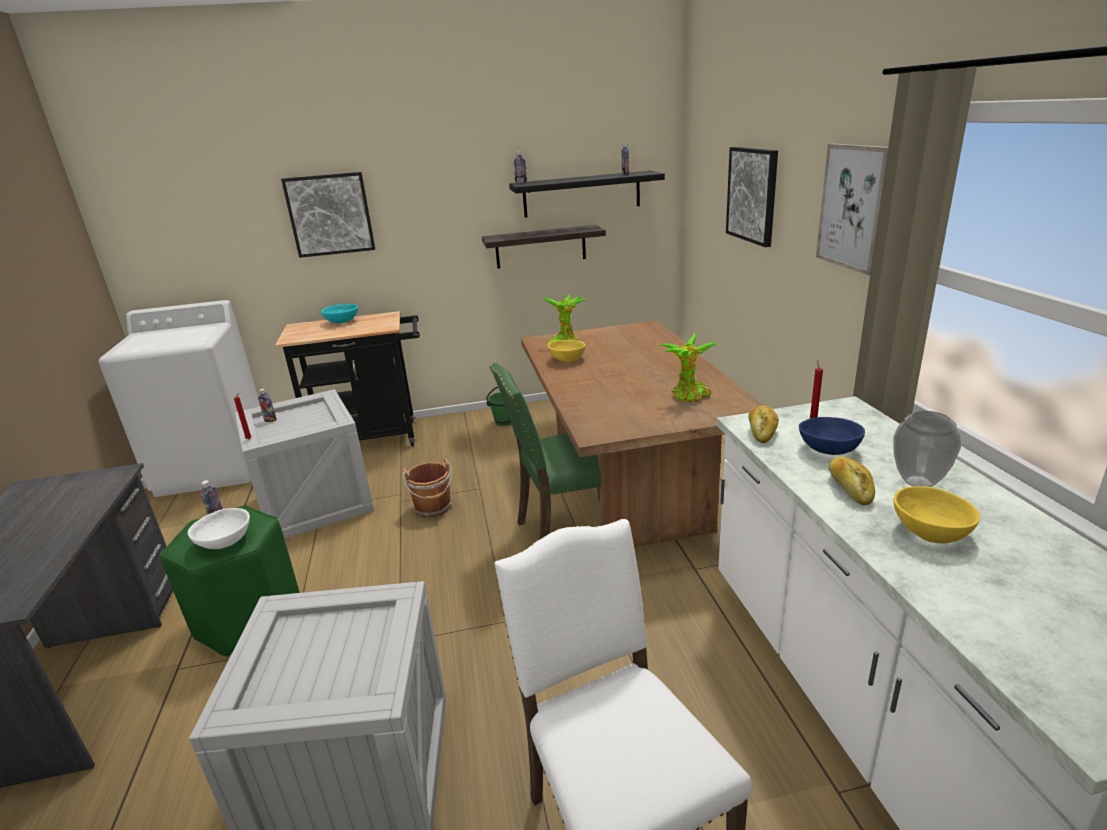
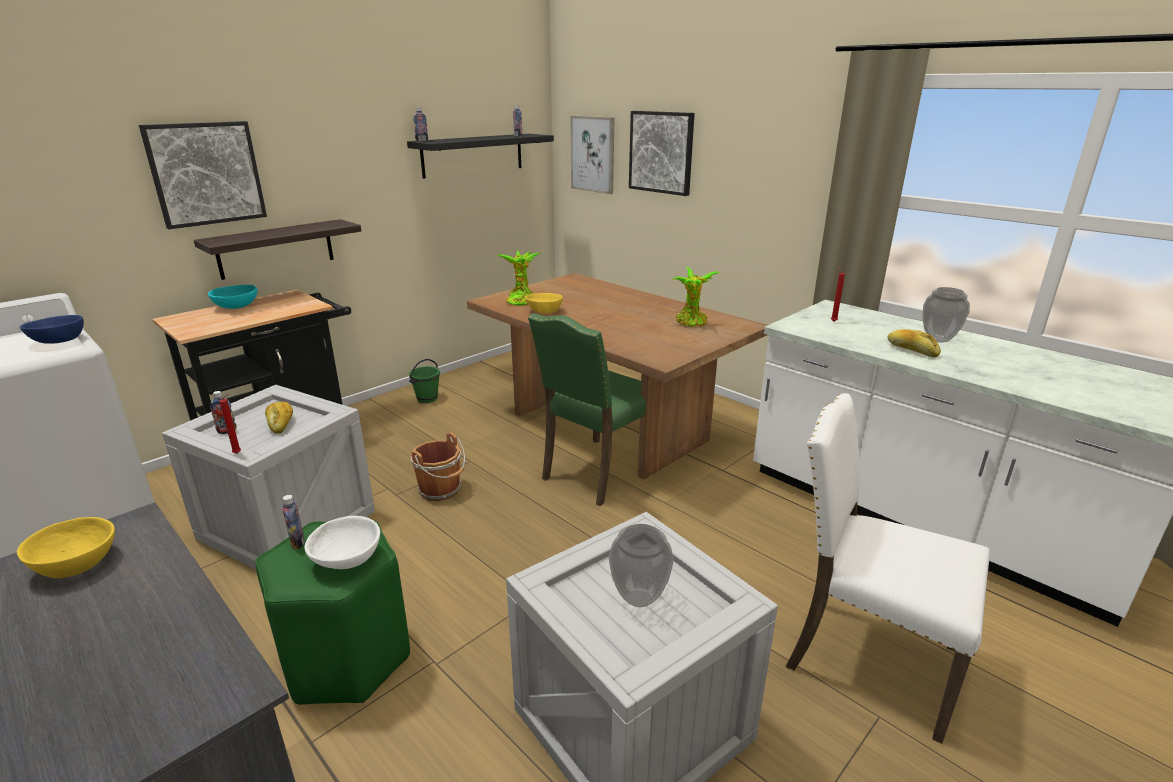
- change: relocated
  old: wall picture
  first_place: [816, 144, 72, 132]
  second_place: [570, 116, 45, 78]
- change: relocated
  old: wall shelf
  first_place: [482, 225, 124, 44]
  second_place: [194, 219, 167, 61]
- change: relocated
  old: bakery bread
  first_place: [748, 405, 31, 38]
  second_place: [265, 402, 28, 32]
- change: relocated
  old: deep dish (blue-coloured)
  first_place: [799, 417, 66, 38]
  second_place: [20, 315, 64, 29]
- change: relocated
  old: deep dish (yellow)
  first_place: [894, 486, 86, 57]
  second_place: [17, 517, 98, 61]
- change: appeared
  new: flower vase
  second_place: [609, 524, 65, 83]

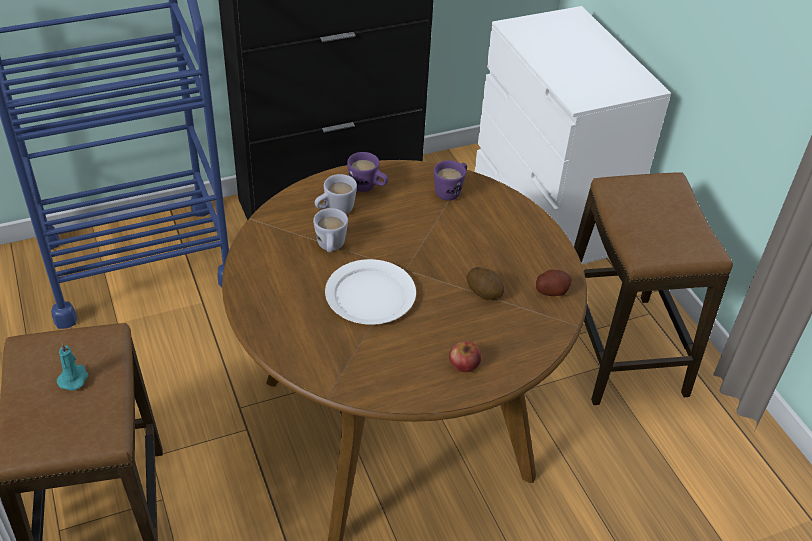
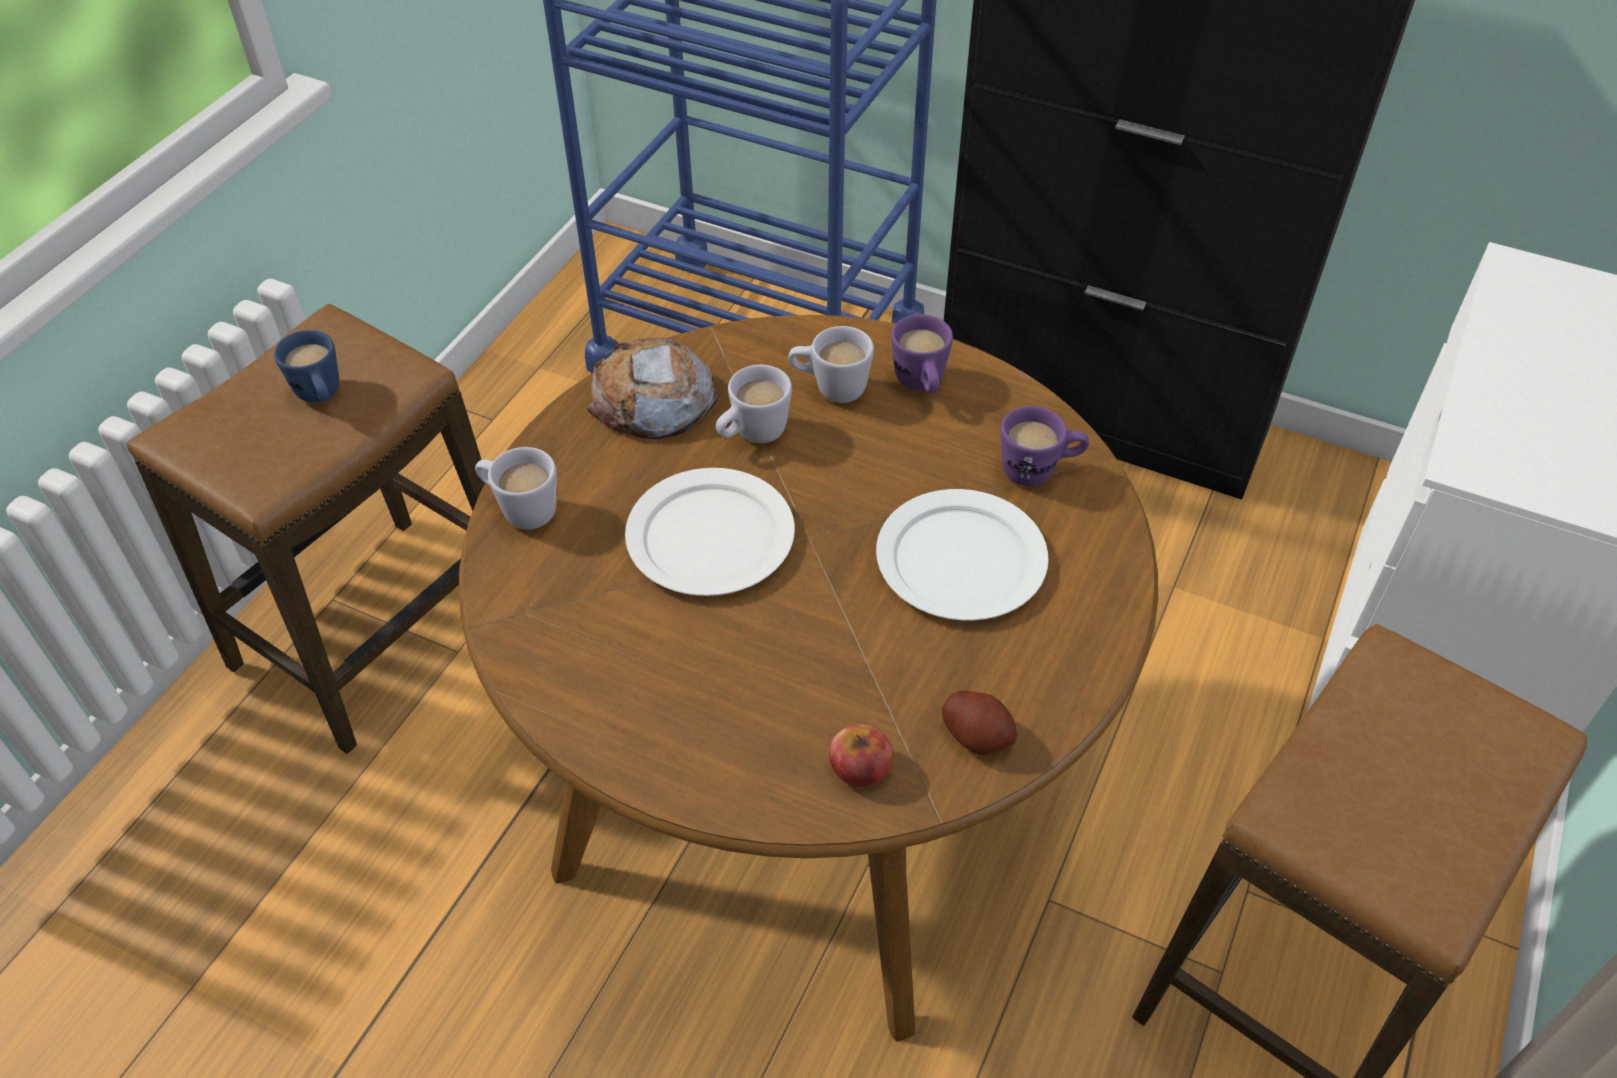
- change: missing
  old: whole potato
  first_place: [466, 267, 38, 33]
- change: relocated
  old: apple
  first_place: [449, 341, 32, 32]
  second_place: [829, 724, 65, 63]
- change: exchanged
  old: wax light (turquoise-coloured)
  new: coffee mug (blue-coloured)
  first_place: [57, 342, 31, 49]
  second_place: [274, 330, 65, 72]
- change: appeared
  new: bakery bread
  second_place: [587, 338, 131, 101]
- change: appeared
  new: coffee mug (white)
  second_place: [475, 447, 82, 83]
- change: appeared
  new: plate (white)
  second_place: [876, 489, 173, 131]

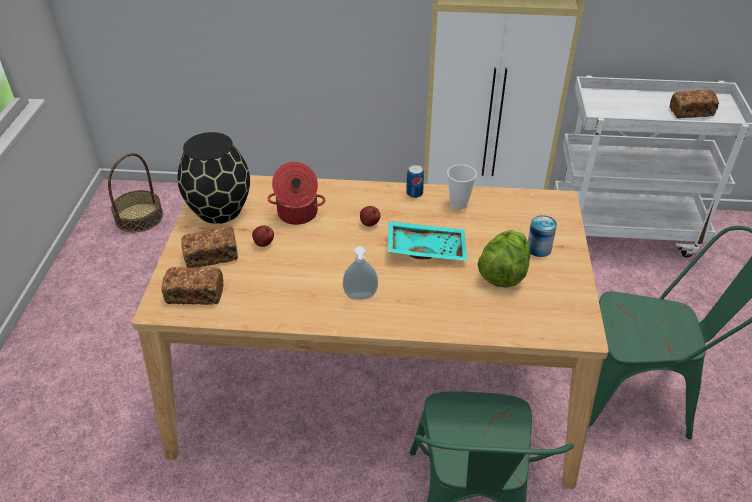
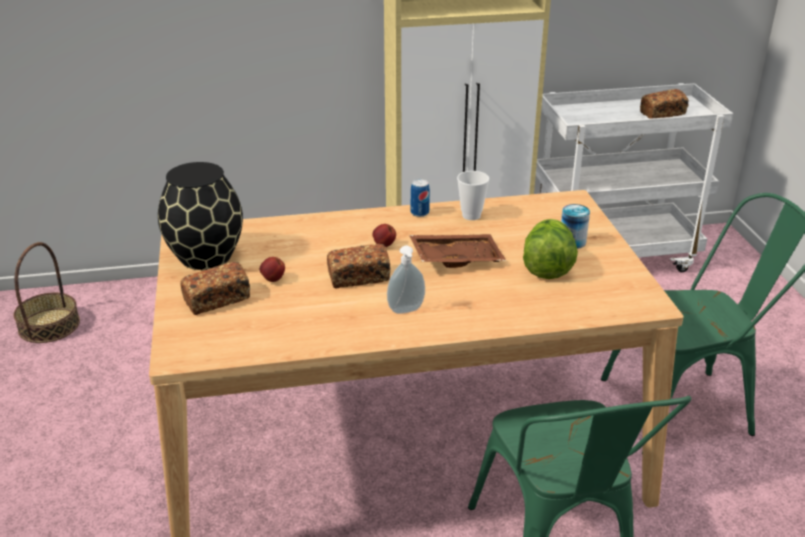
- change: missing
  old: cooking pot
  first_place: [267, 162, 59, 63]
- change: colour
  old: carrying tray (turquoise-coloured)
  new: carrying tray (brownish)
  first_place: [388, 221, 79, 40]
  second_place: [409, 234, 97, 34]
- change: relocated
  old: bakery bread
  first_place: [161, 267, 63, 38]
  second_place: [327, 244, 63, 45]

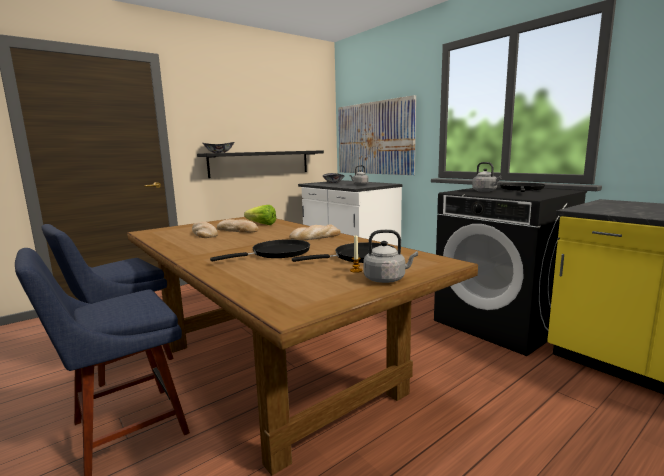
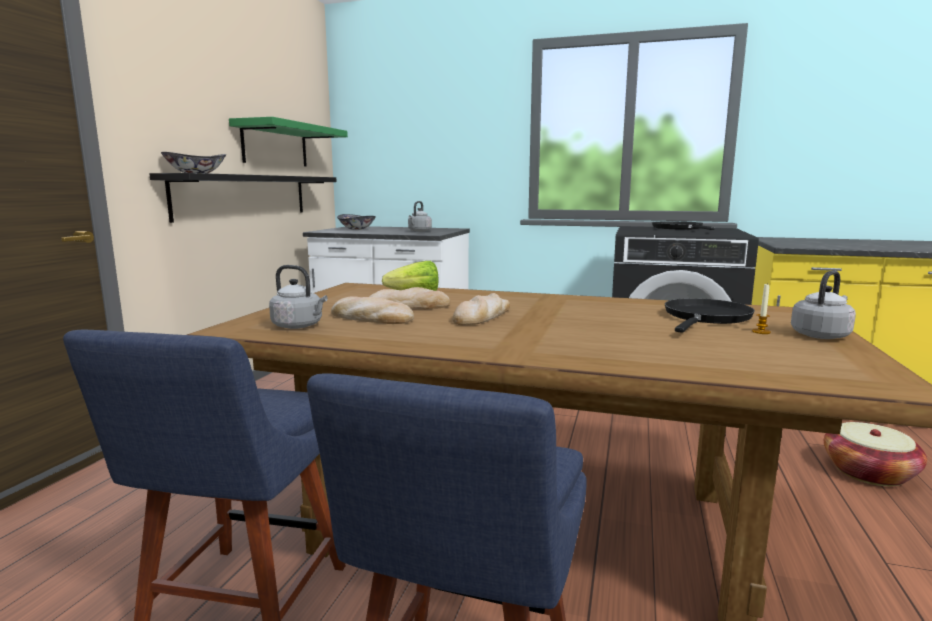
- change: missing
  old: wall picture
  first_place: [338, 95, 78, 80]
- change: relocated
  old: tea kettle (greyish)
  first_place: [472, 162, 30, 30]
  second_place: [269, 265, 59, 64]
- change: relocated
  old: bakery bread
  first_place: [289, 224, 52, 17]
  second_place: [452, 293, 58, 33]
- change: missing
  old: skillet (blackish)
  first_place: [210, 239, 100, 23]
- change: appeared
  new: wall shelf (green-coloured)
  second_place: [229, 117, 119, 49]
- change: appeared
  new: household basket
  second_place: [824, 422, 103, 64]

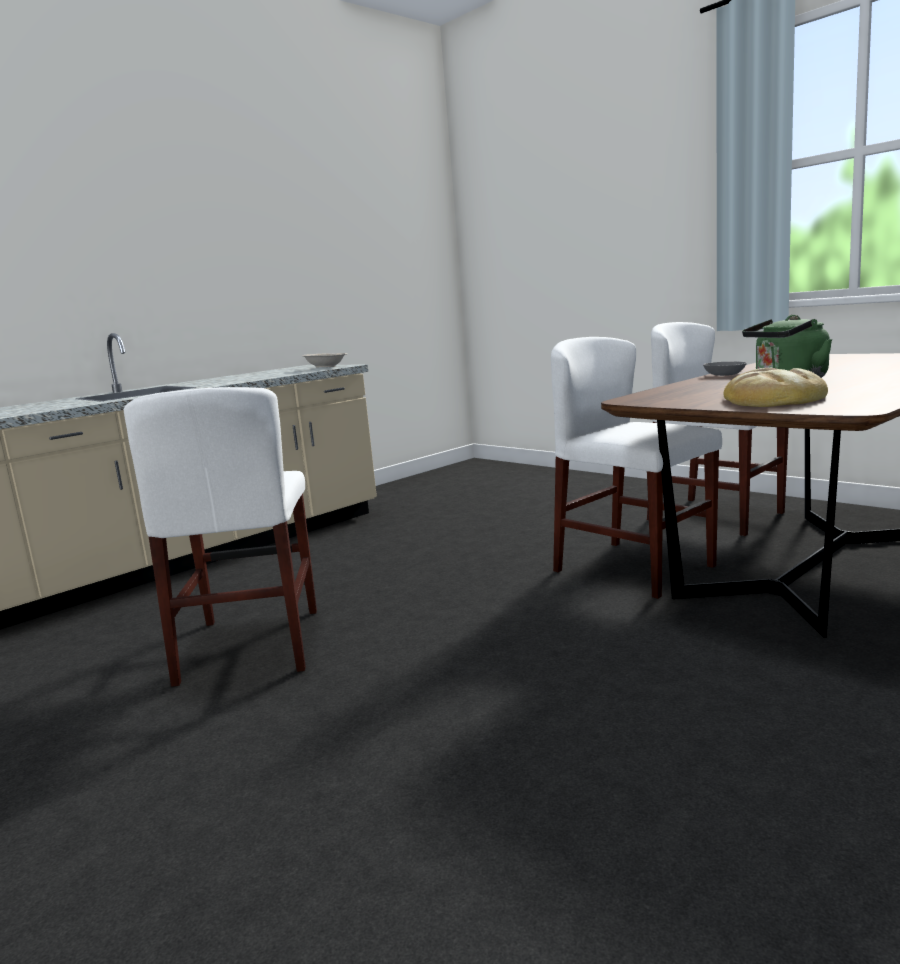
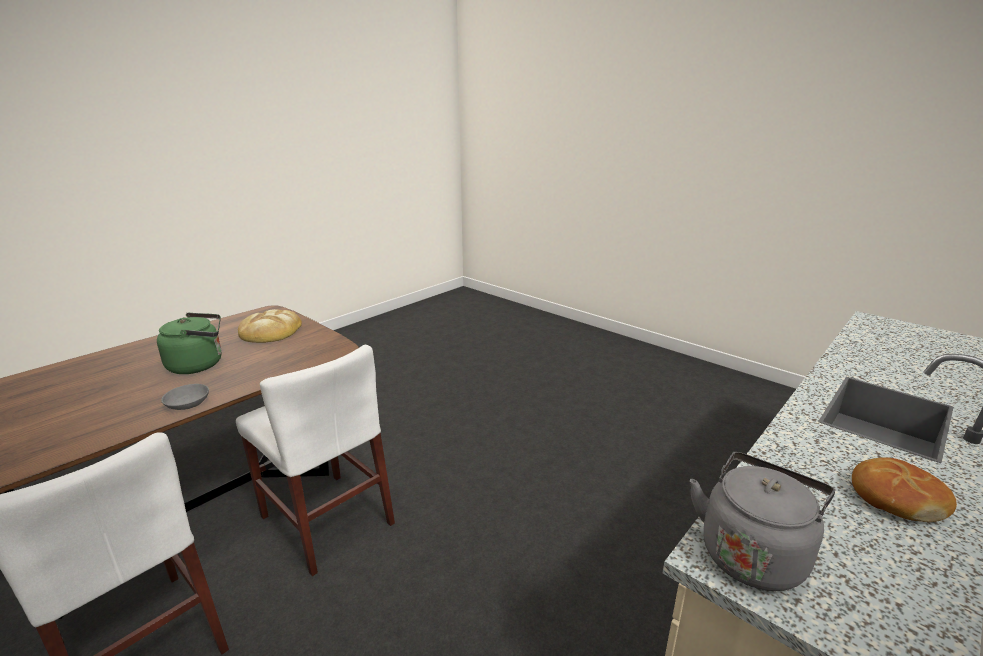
- change: exchanged
  old: deep dish (beige)
  new: tea kettle (greyish)
  first_place: [302, 353, 45, 14]
  second_place: [690, 452, 145, 139]
- change: missing
  old: upright chair (white)
  first_place: [124, 387, 193, 300]
- change: appeared
  new: bakery bread
  second_place: [852, 457, 105, 65]

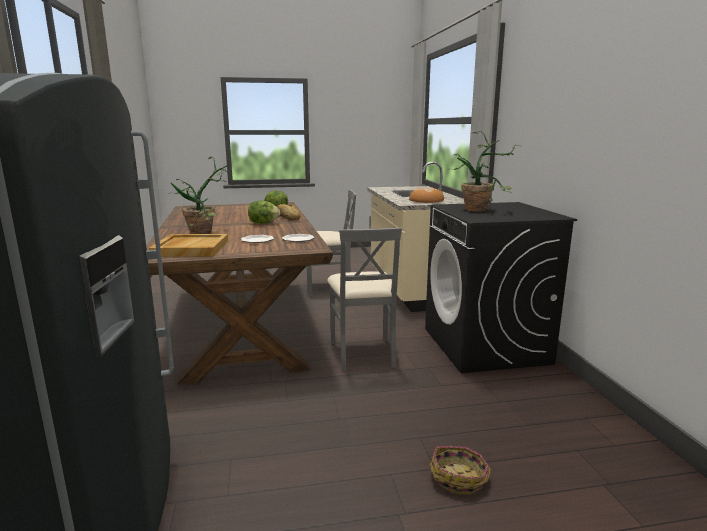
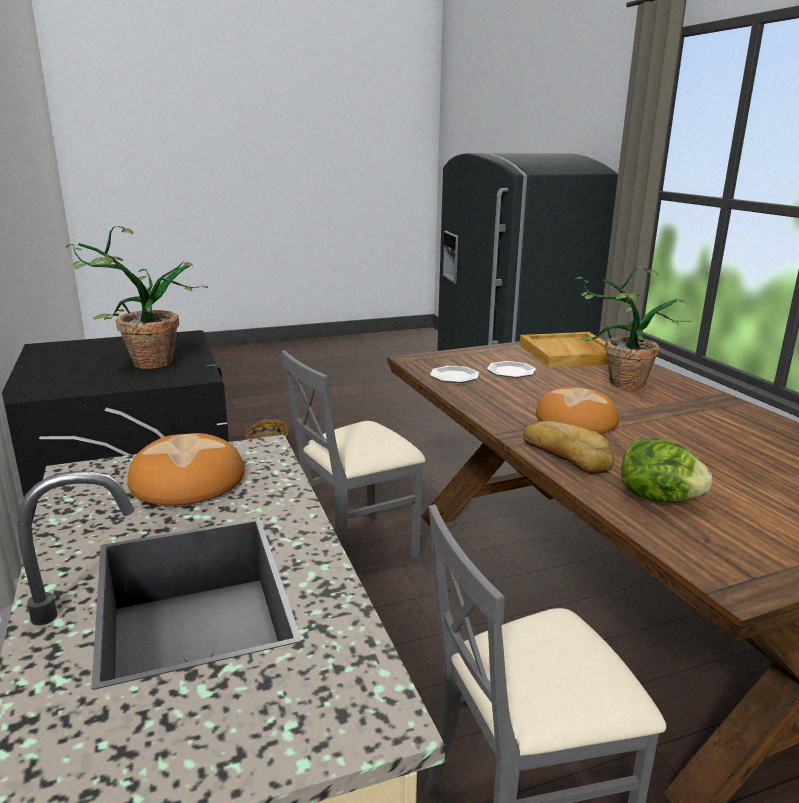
- change: exchanged
  old: head of lettuce
  new: bakery bread
  first_place: [248, 201, 32, 23]
  second_place: [536, 387, 83, 47]
- change: spun
  old: upright chair (greyish)
  first_place: [327, 228, 75, 143]
  second_place: [281, 350, 145, 209]
  degrees: -105

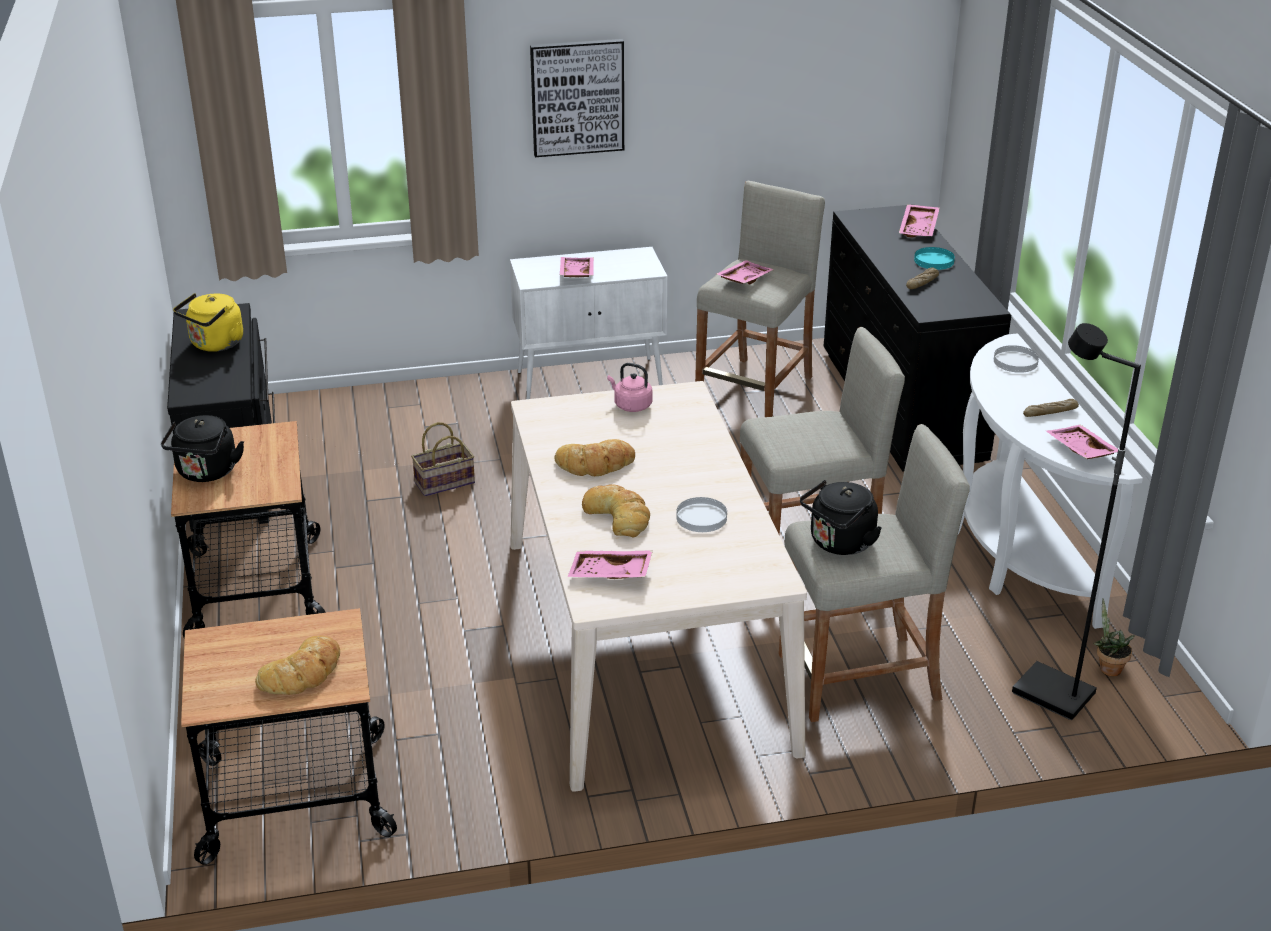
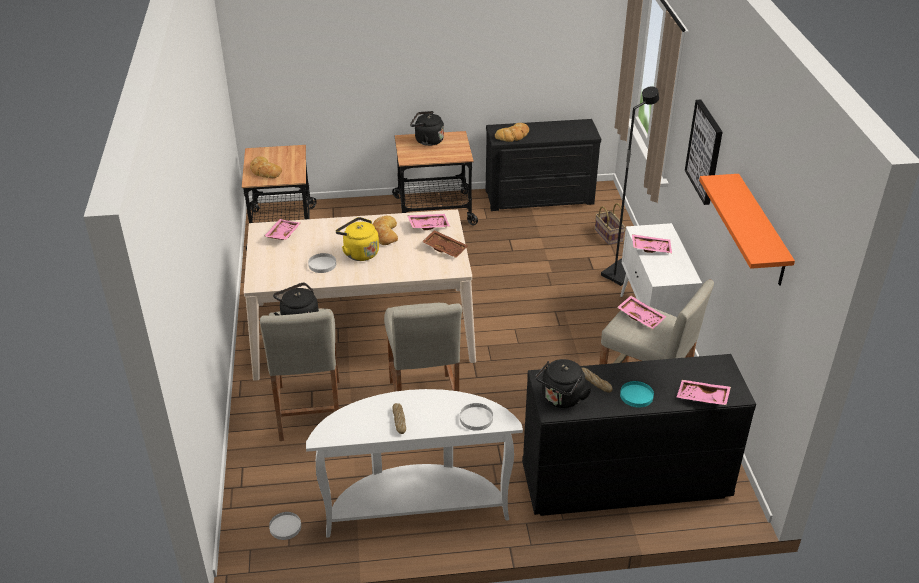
- change: relocated
  old: tea kettle (yellow)
  first_place: [173, 293, 70, 59]
  second_place: [336, 217, 43, 44]
- change: relocated
  old: standard lamp (blackish)
  first_place: [1012, 323, 129, 397]
  second_place: [601, 87, 58, 199]
- change: exchanged
  old: tea kettle (pink-coloured)
  new: carrying tray (brownish)
  first_place: [607, 363, 45, 49]
  second_place: [422, 230, 46, 28]
- change: relocated
  old: household basket
  first_place: [411, 422, 64, 74]
  second_place: [595, 203, 30, 42]
- change: relocated
  old: carrying tray (pink-coloured)
  first_place: [1046, 425, 72, 34]
  second_place: [407, 214, 43, 16]
- change: relocated
  old: bakery bread
  first_place: [582, 484, 68, 53]
  second_place: [495, 123, 34, 19]
- change: exchanged
  old: plant in a pot
  new: plate (white)
  first_place: [1093, 599, 41, 77]
  second_place: [269, 512, 32, 28]
- change: appeared
  new: wall shelf (orange-coloured)
  second_place: [699, 174, 96, 112]
- change: appeared
  new: tea kettle (blackish)
  second_place: [536, 359, 56, 49]

